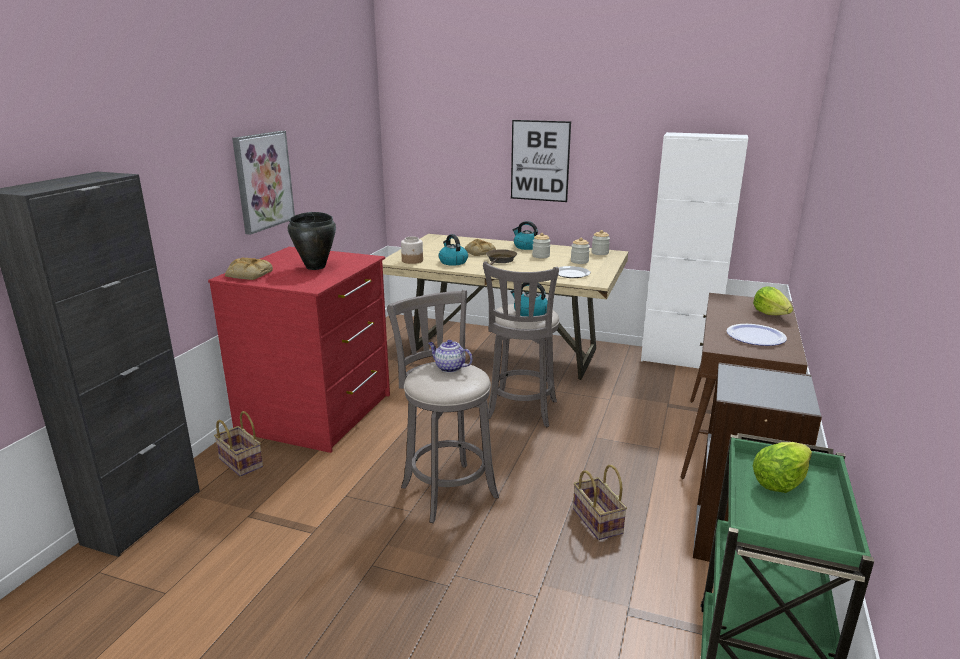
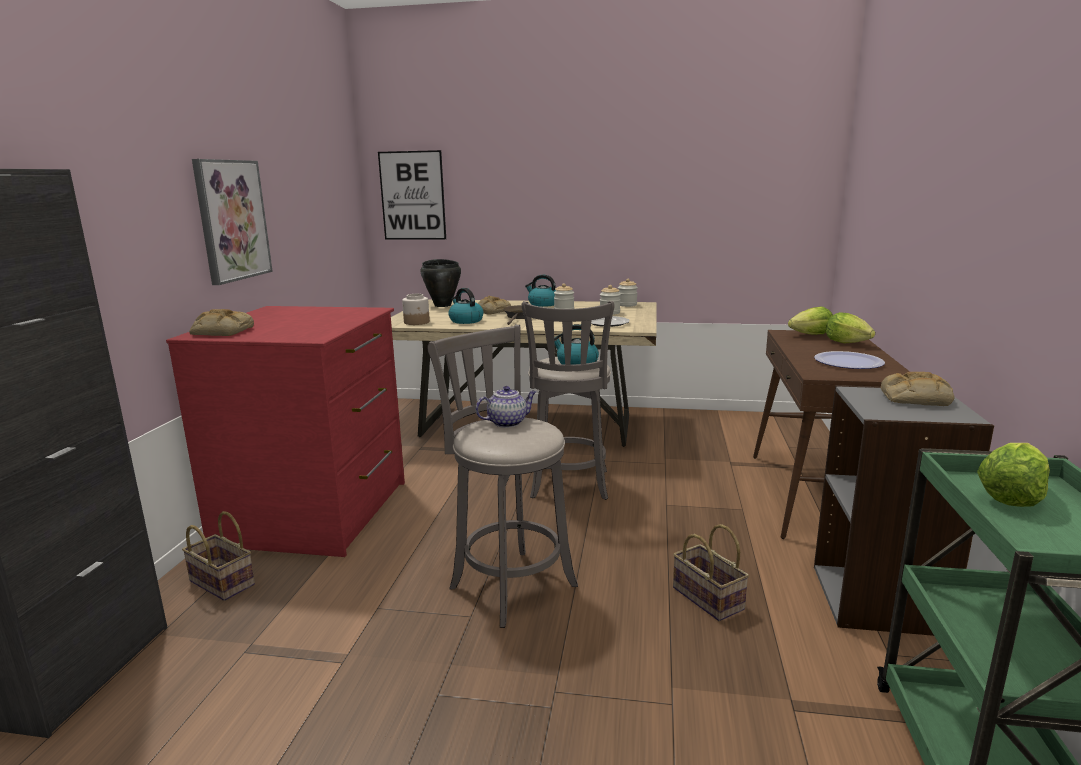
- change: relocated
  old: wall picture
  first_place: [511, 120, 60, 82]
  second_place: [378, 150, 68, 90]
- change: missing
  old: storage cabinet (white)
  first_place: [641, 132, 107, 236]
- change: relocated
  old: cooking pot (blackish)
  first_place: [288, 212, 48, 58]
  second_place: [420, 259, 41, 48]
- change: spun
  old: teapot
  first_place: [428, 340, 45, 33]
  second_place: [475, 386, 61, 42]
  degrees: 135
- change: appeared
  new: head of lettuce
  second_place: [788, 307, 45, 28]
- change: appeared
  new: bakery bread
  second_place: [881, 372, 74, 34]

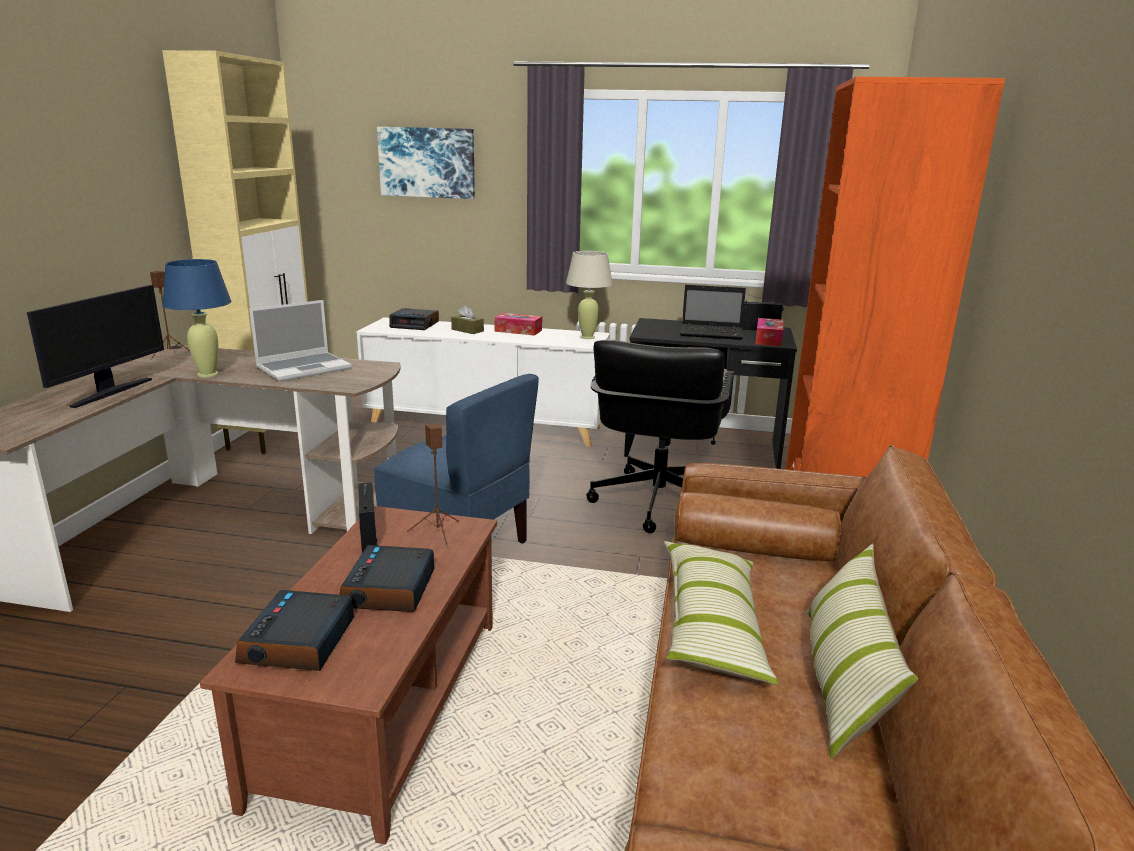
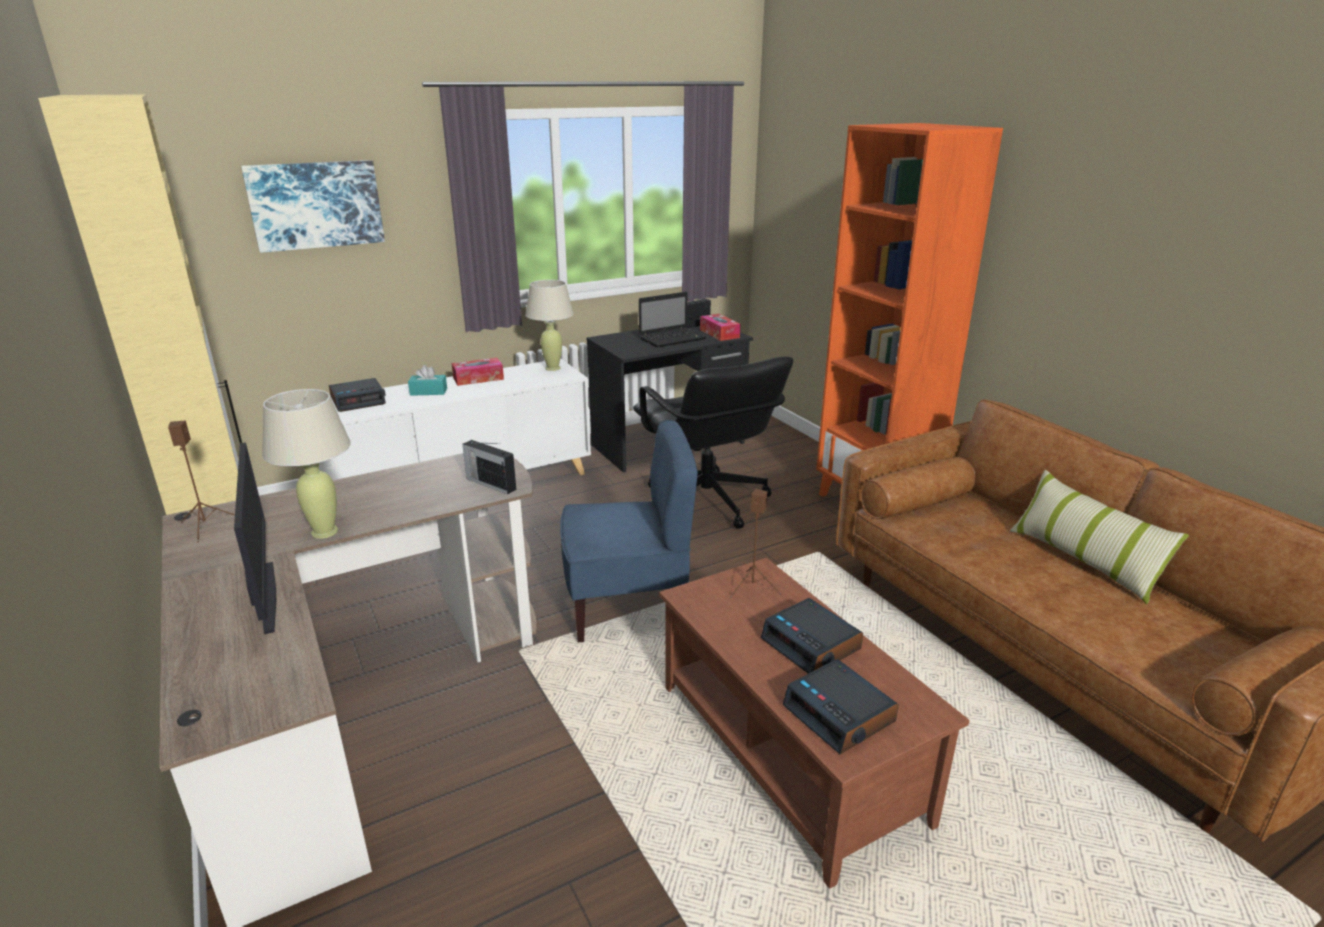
- change: colour
  old: tabletop lamp (blue-coloured)
  new: tabletop lamp (beige)
  first_place: [162, 259, 69, 118]
  second_place: [262, 389, 89, 150]
- change: missing
  old: laptop
  first_place: [249, 300, 103, 82]
- change: colour
  old: tissue holder (brownish)
  new: tissue holder (turquoise-coloured)
  first_place: [451, 305, 33, 29]
  second_place: [408, 365, 39, 31]
- change: relocated
  old: radio receiver
  first_place: [358, 482, 20, 71]
  second_place: [462, 440, 54, 54]
- change: missing
  old: cushion
  first_place: [664, 541, 115, 144]

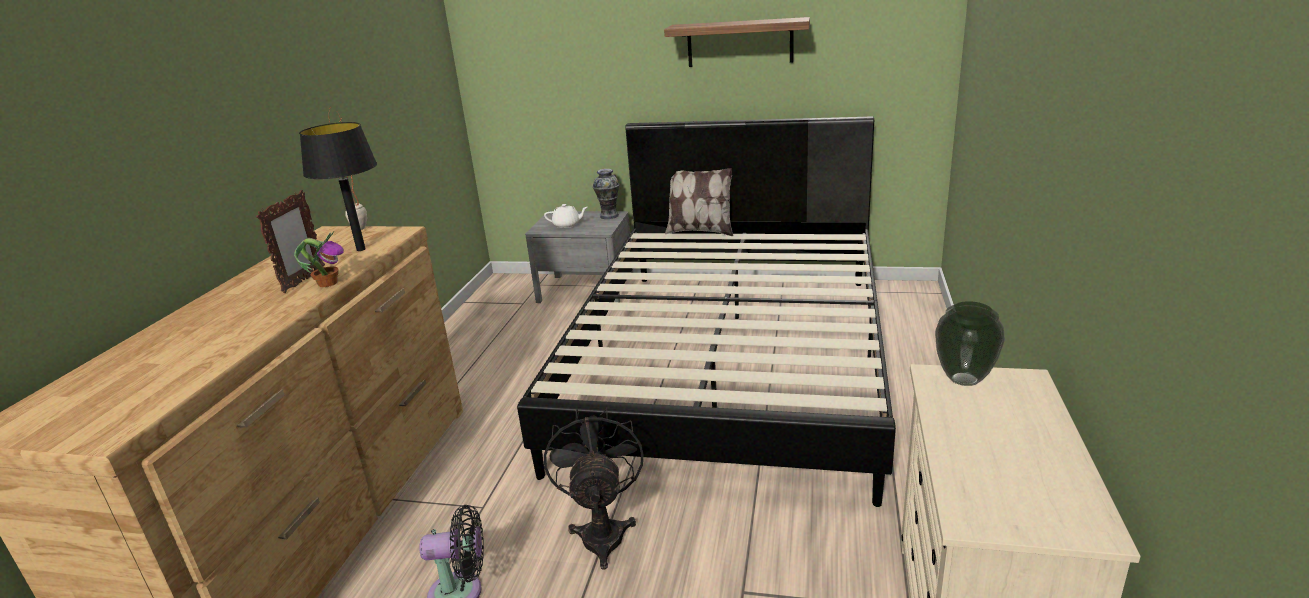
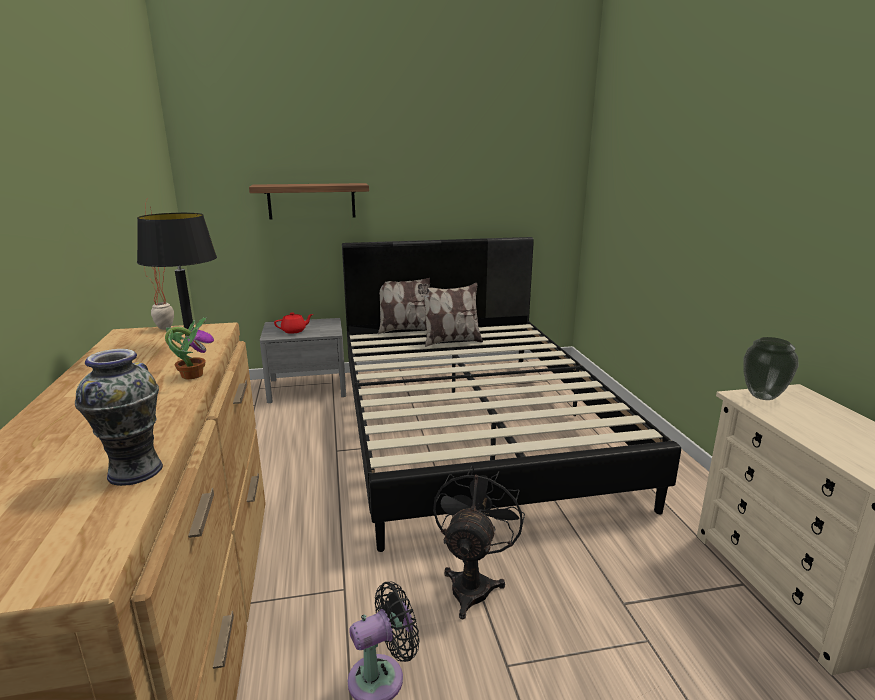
- change: relocated
  old: wall shelf
  first_place: [664, 17, 146, 50]
  second_place: [249, 183, 120, 37]
- change: relocated
  old: flower vase
  first_place: [593, 169, 26, 50]
  second_place: [75, 349, 88, 137]
- change: missing
  old: photo frame
  first_place: [256, 190, 69, 103]
- change: colour
  old: teapot (white)
  new: teapot (reddish)
  first_place: [544, 204, 44, 24]
  second_place: [274, 312, 39, 22]
- change: spun
  old: cooling fan (blackish)
  first_place: [544, 407, 100, 163]
  second_place: [433, 466, 92, 153]
  degrees: 45
- change: appeared
  new: cushion
  second_place: [418, 283, 65, 64]

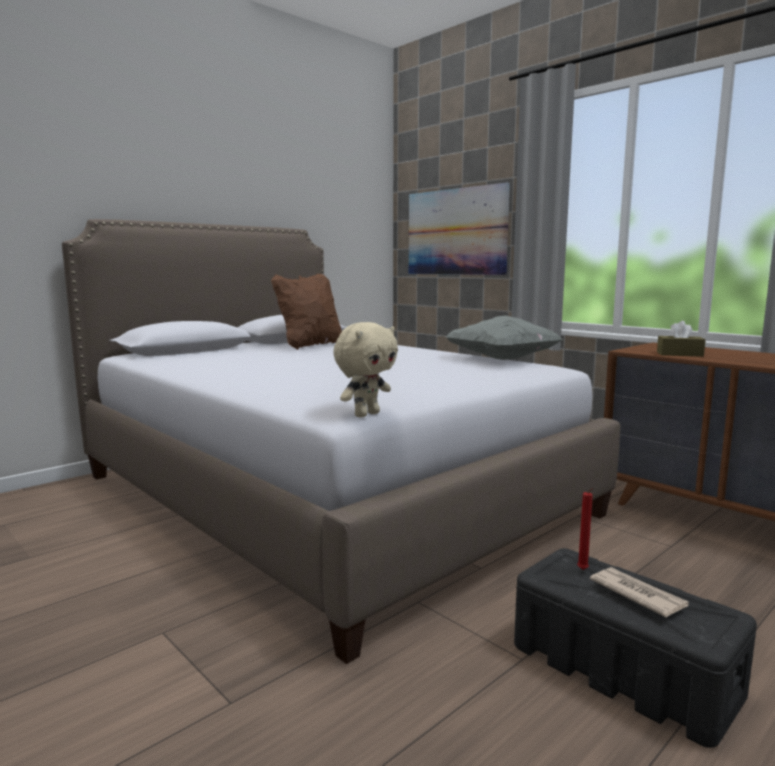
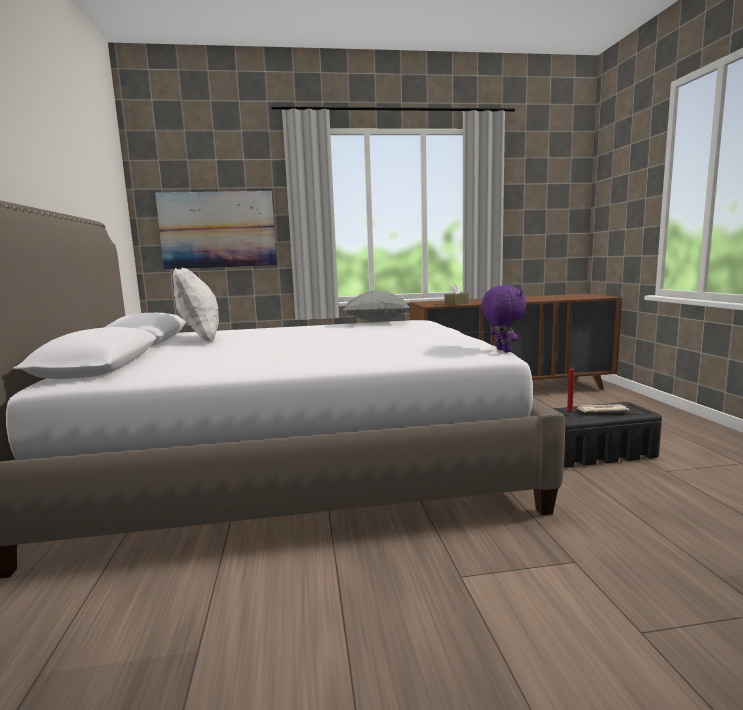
- change: colour
  old: cushion (brownish)
  new: cushion (white)
  first_place: [271, 274, 71, 76]
  second_place: [172, 268, 47, 75]
- change: colour
  old: soft toy (beige)
  new: soft toy (purple)
  first_place: [333, 322, 65, 96]
  second_place: [481, 285, 45, 68]

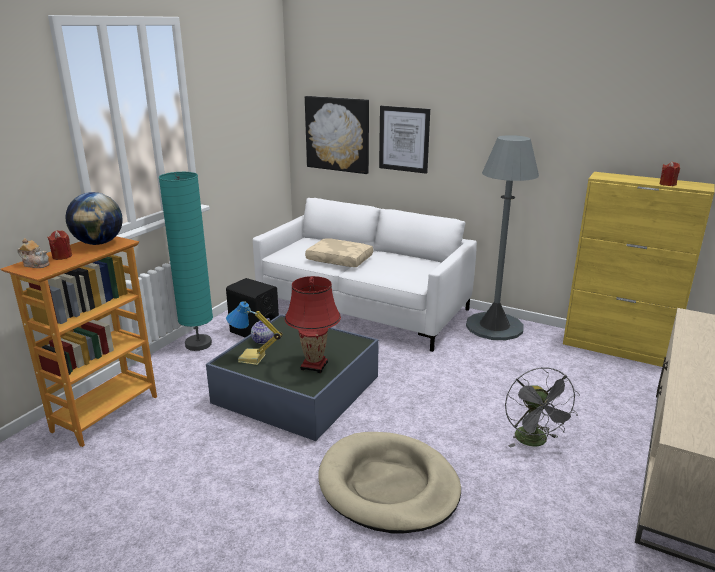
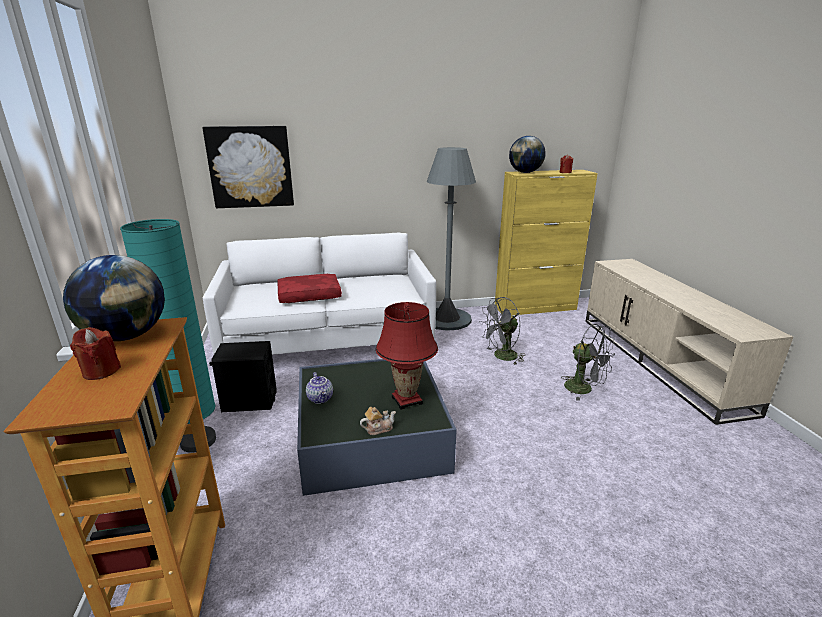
- change: missing
  old: wall picture
  first_place: [379, 106, 51, 68]
- change: relocated
  old: teapot
  first_place: [17, 238, 33, 30]
  second_place: [360, 407, 36, 28]
- change: colour
  old: cushion (beige)
  new: cushion (reddish)
  first_place: [305, 238, 68, 29]
  second_place: [277, 274, 65, 29]
- change: missing
  old: tabletop lamp
  first_place: [226, 301, 57, 64]
- change: missing
  old: dog bed (beige)
  first_place: [318, 432, 143, 102]
- change: appeared
  new: world globe
  second_place: [509, 136, 37, 37]
- change: appeared
  new: cooling fan (greyish)
  second_place: [479, 297, 45, 68]

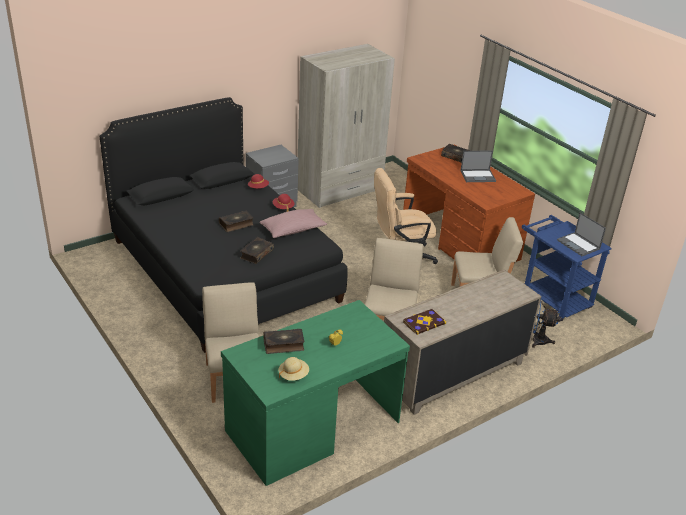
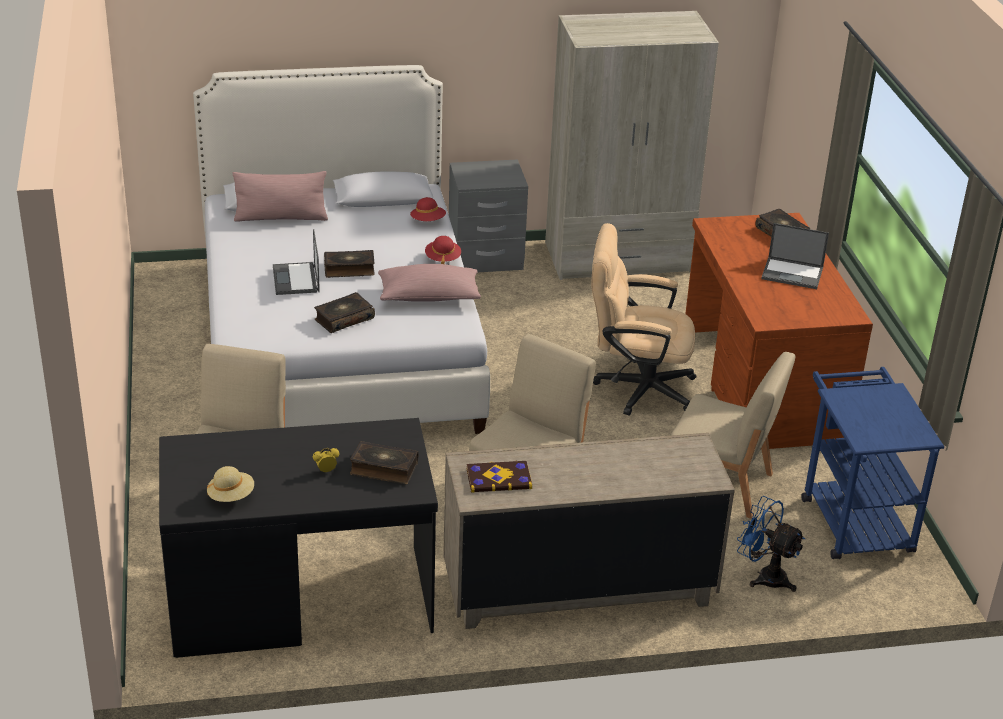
- change: colour
  old: bedroom bed (blackish)
  new: bedroom bed (white)
  first_place: [100, 97, 248, 256]
  second_place: [193, 65, 297, 369]
- change: relocated
  old: laptop
  first_place: [557, 213, 49, 43]
  second_place: [273, 229, 47, 66]
- change: colour
  old: desk table (green-coloured)
  new: desk table (blackish)
  first_place: [221, 300, 189, 186]
  second_place: [159, 418, 279, 240]
- change: relocated
  old: volume
  first_place: [264, 329, 40, 25]
  second_place: [350, 441, 69, 43]
- change: appeared
  new: cushion (pink-coloured)
  second_place: [232, 171, 96, 51]

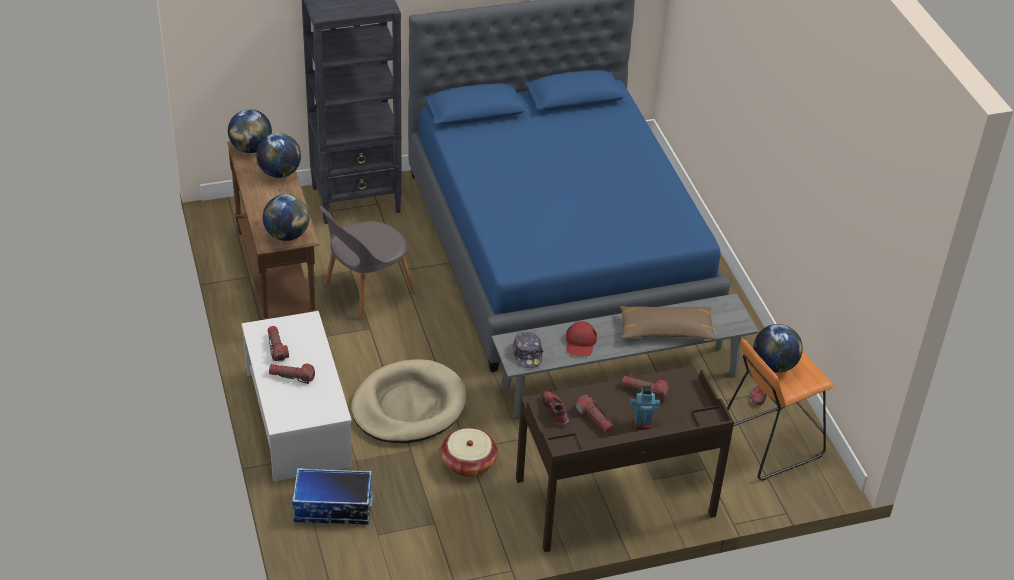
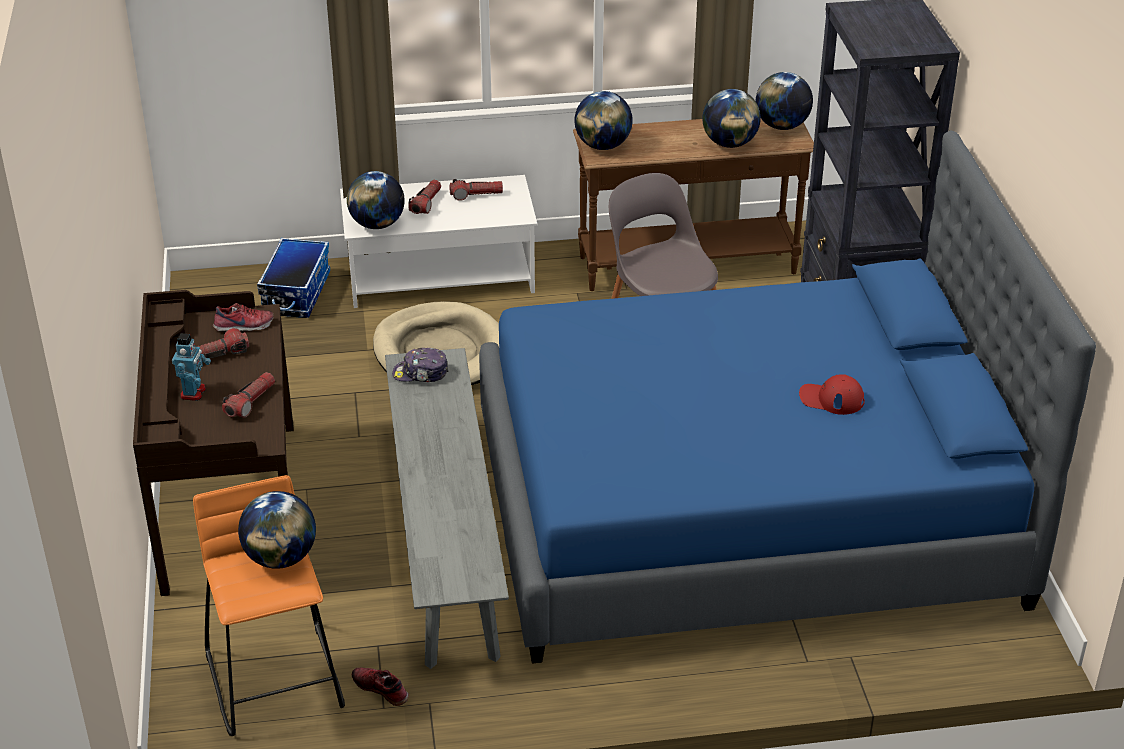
- change: missing
  old: cushion (brownish)
  first_place: [620, 306, 97, 34]
- change: relocated
  old: peaked cap (reddish)
  first_place: [566, 321, 31, 35]
  second_place: [799, 374, 66, 41]
- change: missing
  old: household basket
  first_place: [440, 428, 58, 49]
- change: appeared
  new: world globe
  second_place: [347, 171, 58, 58]

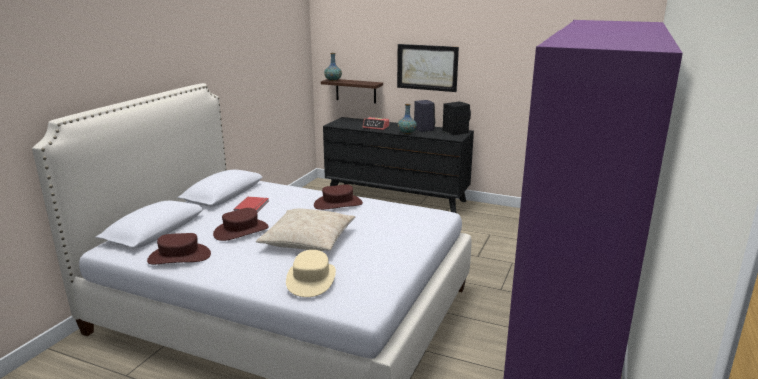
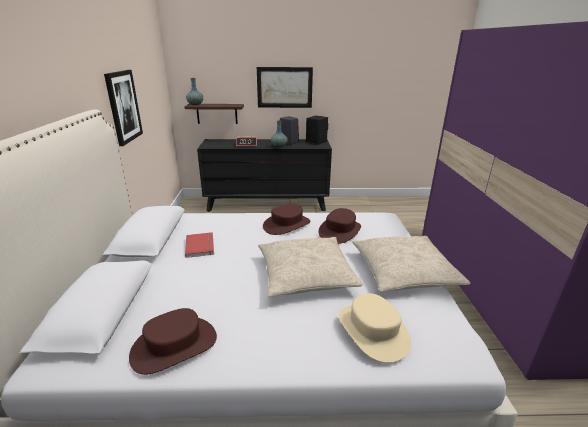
- change: relocated
  old: clothing hat (brownish)
  first_place: [213, 208, 56, 33]
  second_place: [319, 208, 42, 36]
- change: appeared
  new: wall picture
  second_place: [104, 70, 39, 76]
- change: appeared
  new: cushion (beige)
  second_place: [352, 236, 119, 56]

